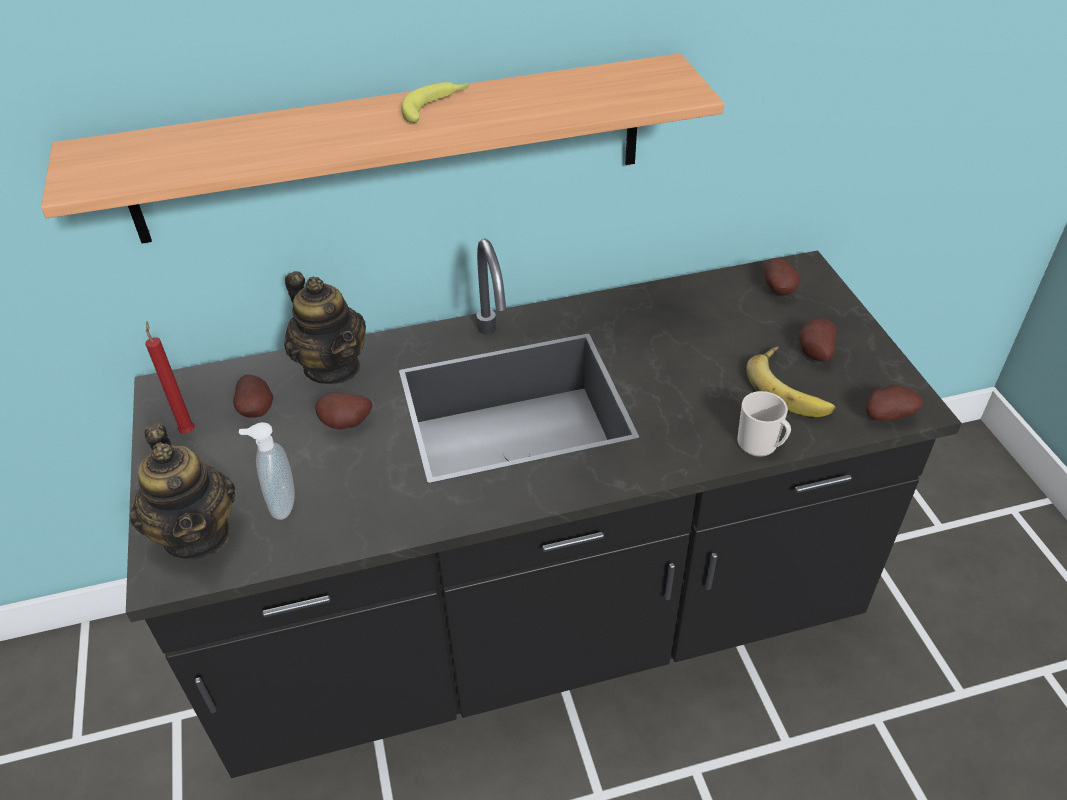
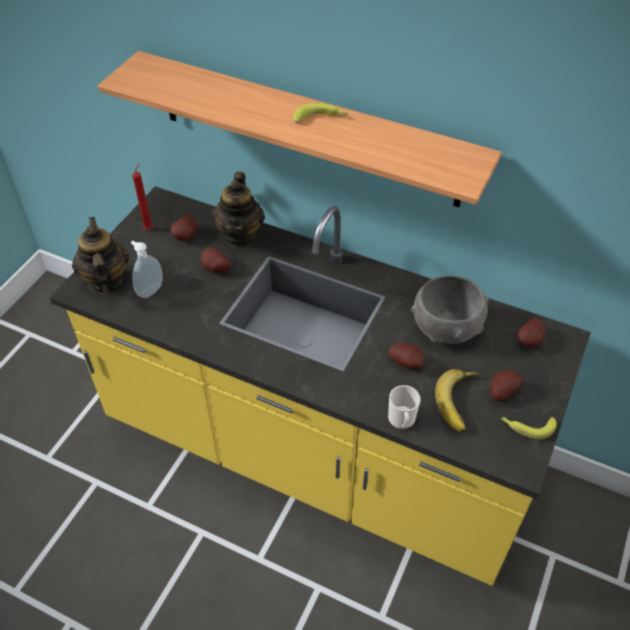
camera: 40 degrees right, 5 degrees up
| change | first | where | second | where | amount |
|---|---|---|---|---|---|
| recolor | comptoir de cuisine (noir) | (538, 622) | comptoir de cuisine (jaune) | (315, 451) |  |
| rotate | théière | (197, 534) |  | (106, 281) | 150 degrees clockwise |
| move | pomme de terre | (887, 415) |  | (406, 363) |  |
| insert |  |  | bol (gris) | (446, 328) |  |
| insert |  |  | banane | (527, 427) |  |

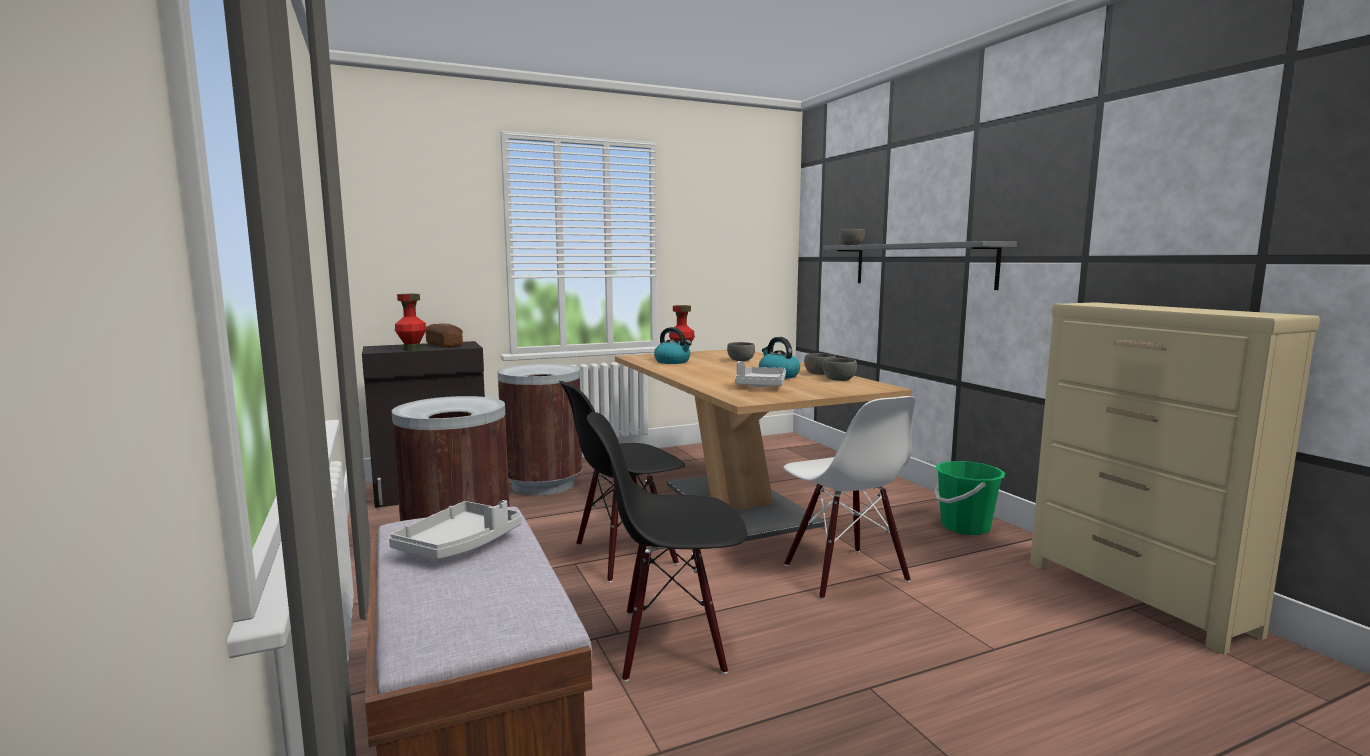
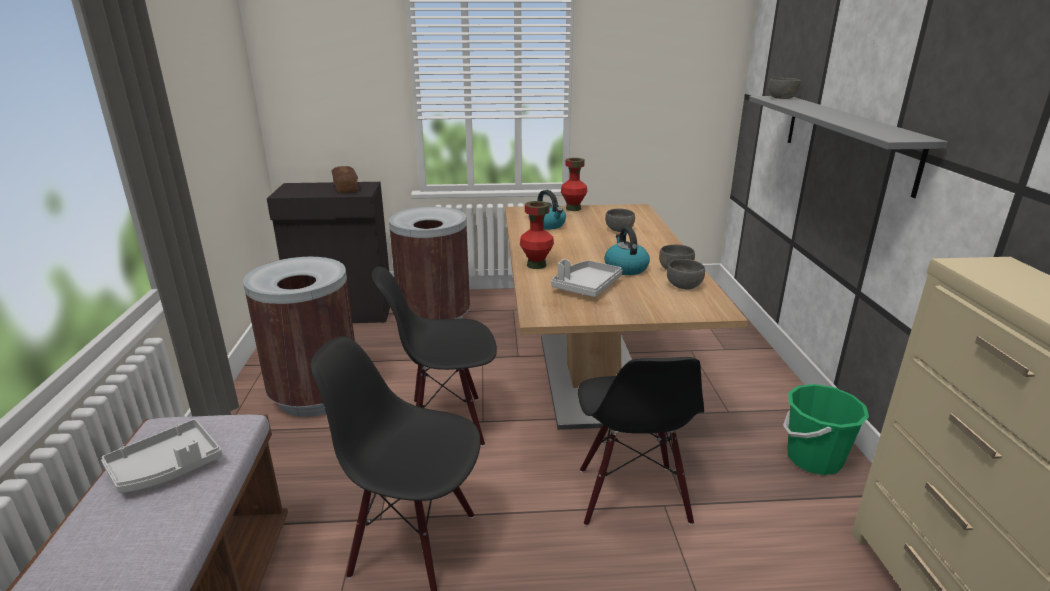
camera: 20 degrees right, 15 degrees up
| change | first | where | second | where | amount |
|---|---|---|---|---|---|
| move | vase (rouge) | (412, 349) |  | (536, 265) |  |
| recolor | chaise (blanc) | (844, 573) | chaise (noir) | (631, 496) |  |

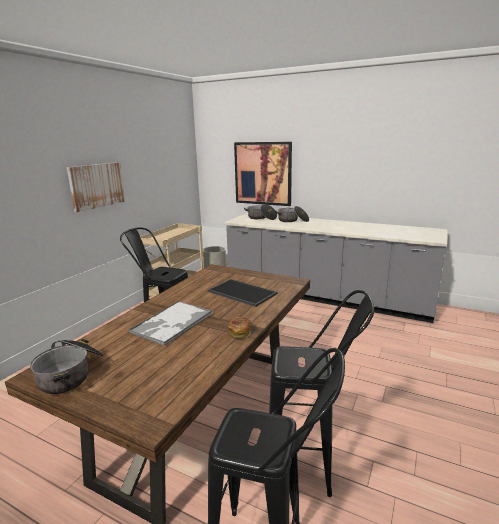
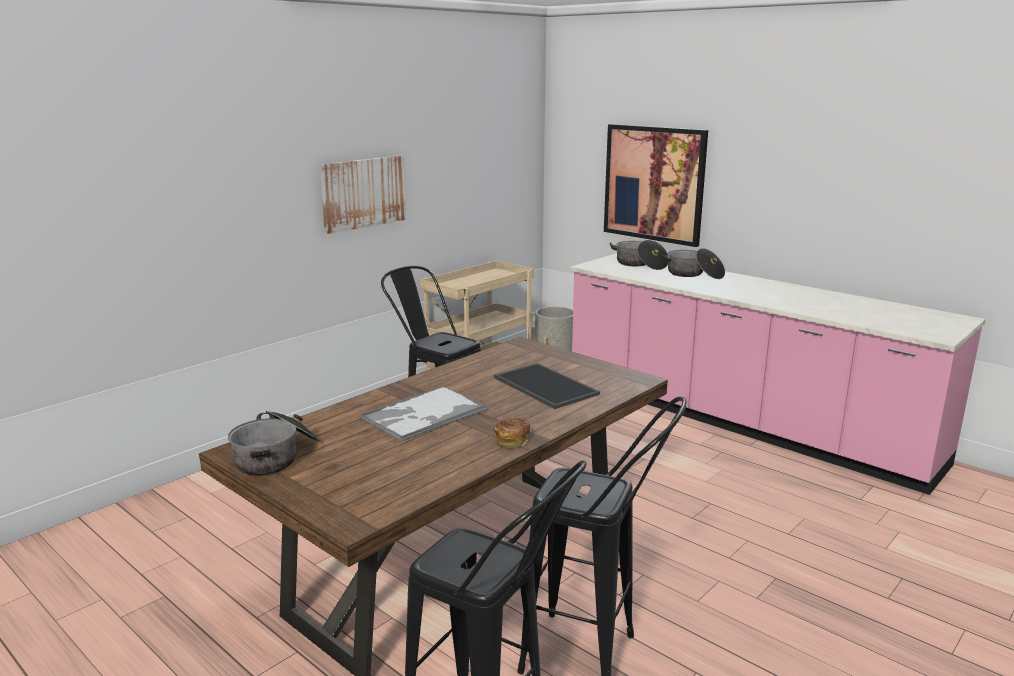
camera: 15 degrees right, 0 degrees up
| change | first | where | second | where | amount |
|---|---|---|---|---|---|
| recolor | comptoir de cuisine (gris) | (325, 297) | comptoir de cuisine (rose) | (740, 422) |  |

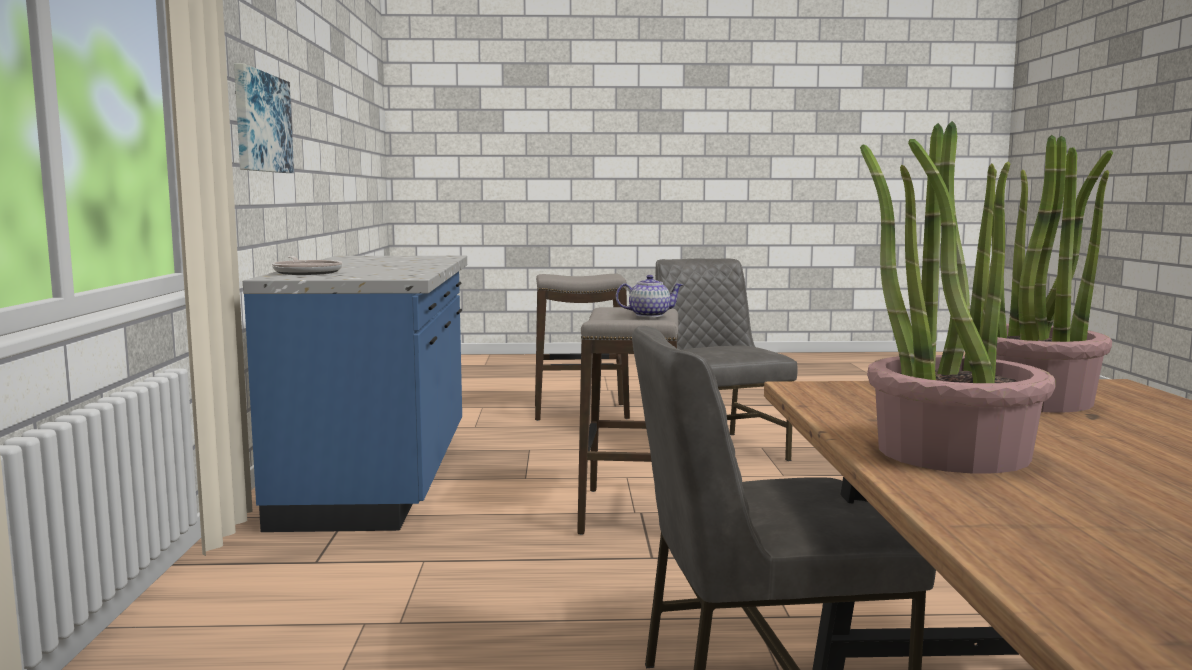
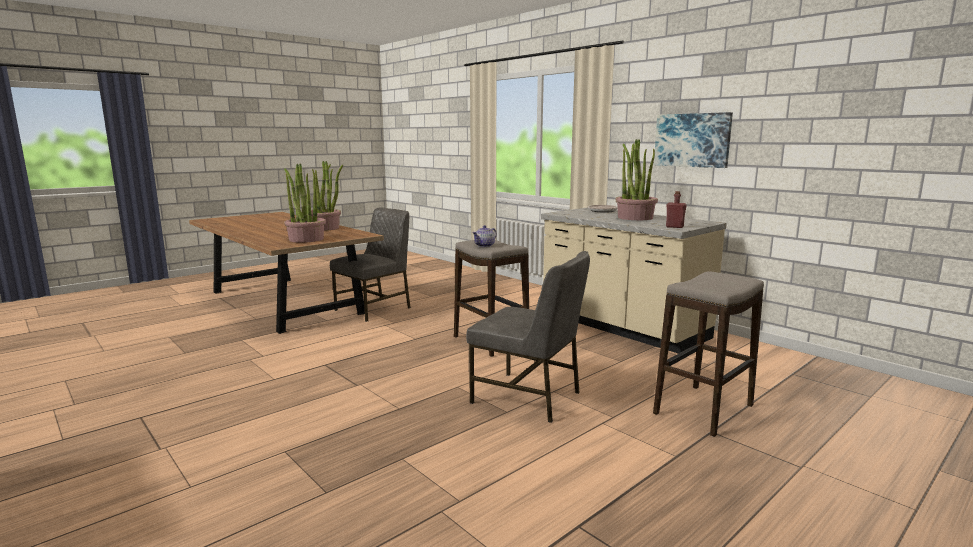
camera: 140 degrees right, 5 degrees up
| change | first | where | second | where | amount |
|---|---|---|---|---|---|
| recolor | comptoir de cuisine (bleu) | (381, 477) | comptoir de cuisine (beige) | (622, 327) |  |
| insert |  |  | plante en pot | (635, 217) |  |
| insert |  |  | bouteille (rouge) | (674, 227) |  |

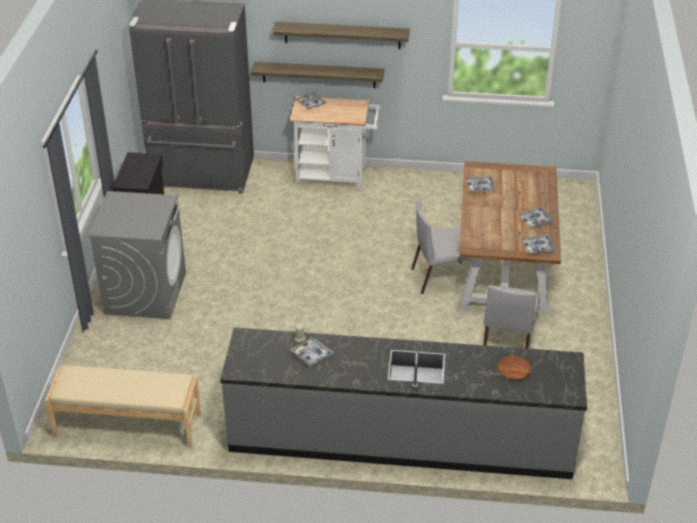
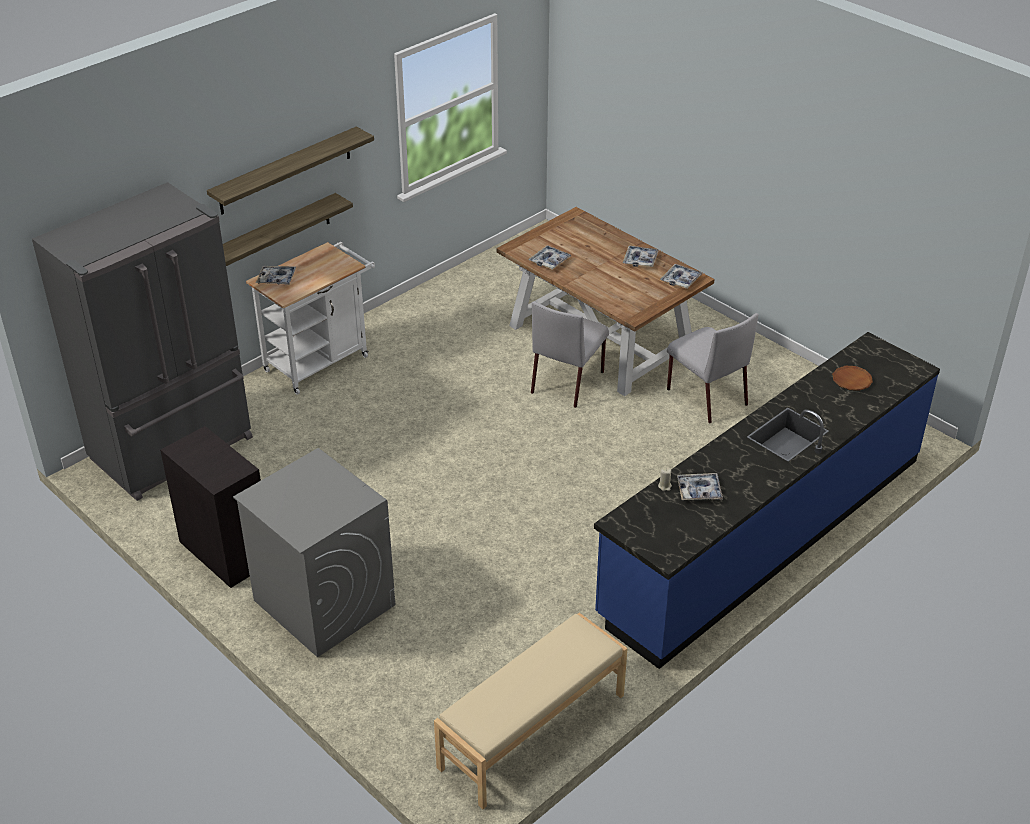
camera: 50 degrees left, 0 degrees up
| change | first | where | second | where | amount |
|---|---|---|---|---|---|
| recolor | comptoir de cuisine (gris) | (401, 438) | comptoir de cuisine (bleu) | (763, 535) |  |

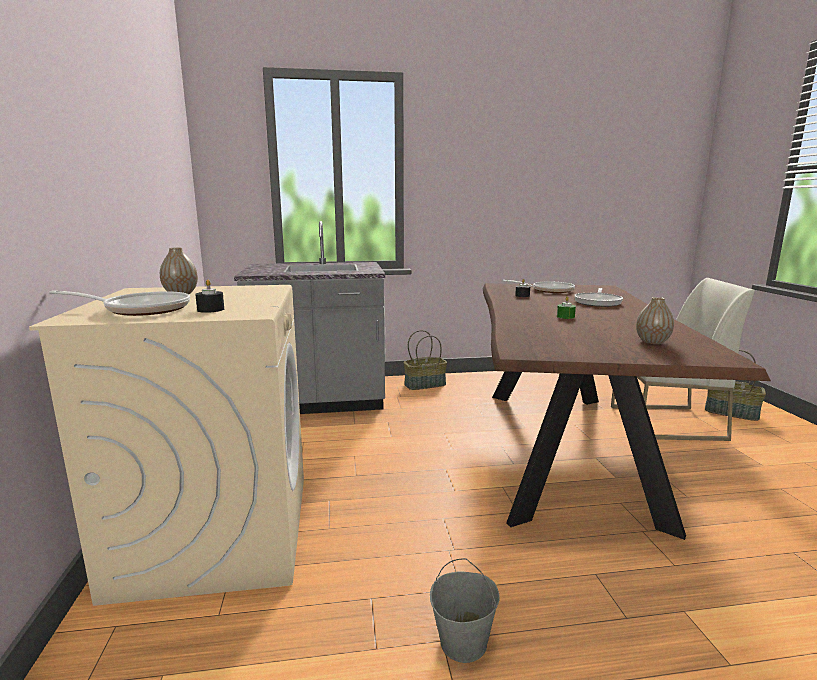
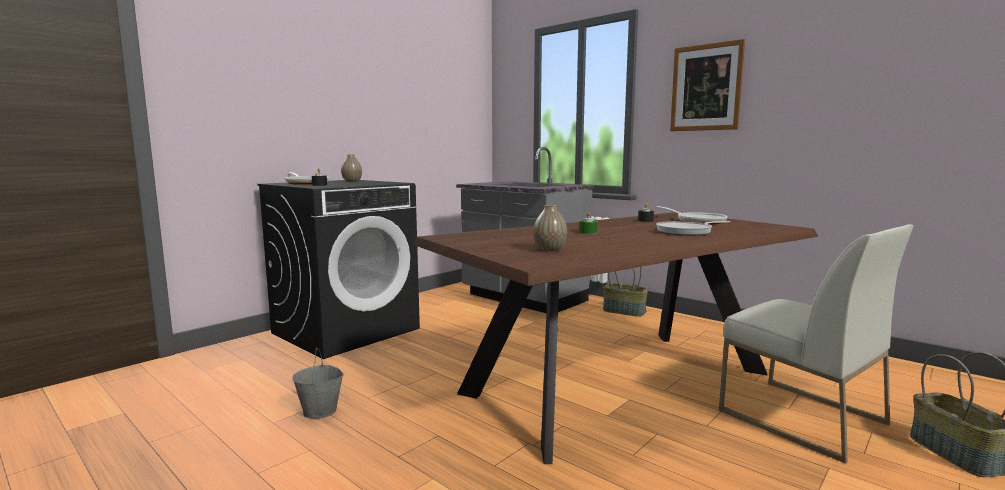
camera: 50 degrees right, 5 degrees down
| change | first | where | second | where | amount |
|---|---|---|---|---|---|
| recolor | lave-linge (beige) | (216, 531) | lave-linge (noir) | (346, 330) |  |
| insert |  |  | tableau | (706, 87) |  |

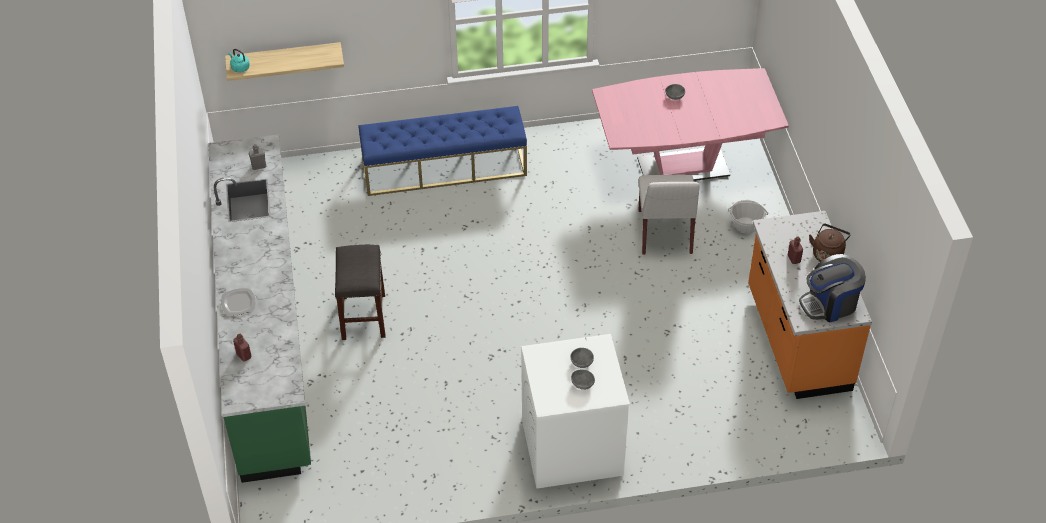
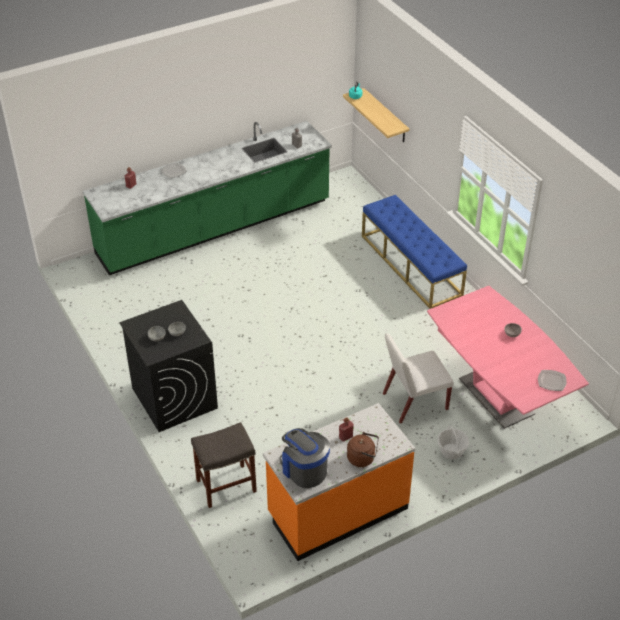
camera: 70 degrees right, 5 degrees down
| change | first | where | second | where | amount |
|---|---|---|---|---|---|
| recolor | lave-linge (blanc) | (571, 448) | lave-linge (noir) | (174, 398) |  |
| move | tabouret (gris) | (363, 316) |  | (226, 485) |  |
| insert |  |  | assiette | (552, 381) |  |

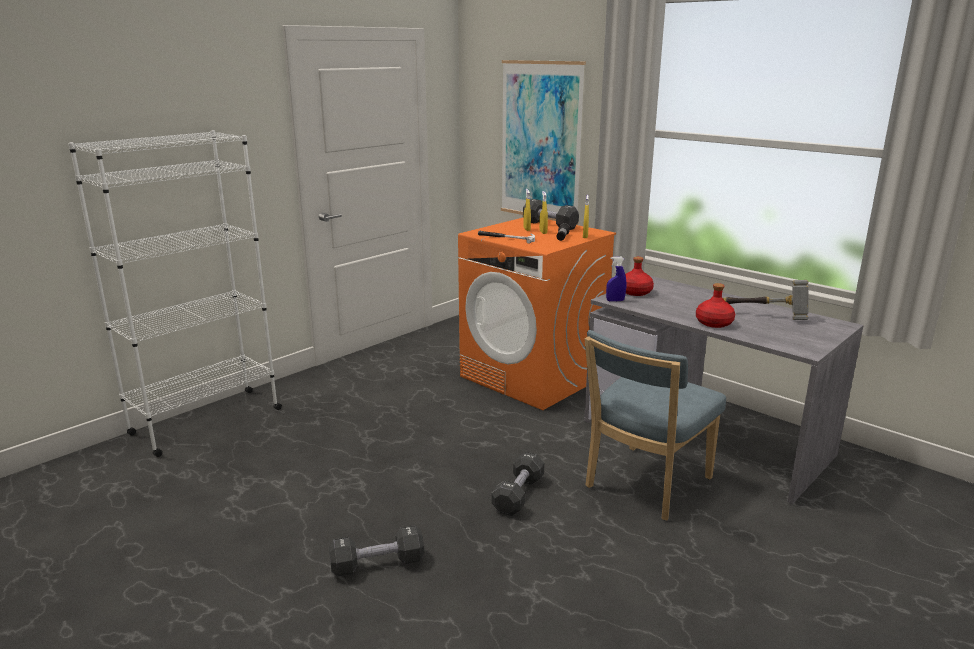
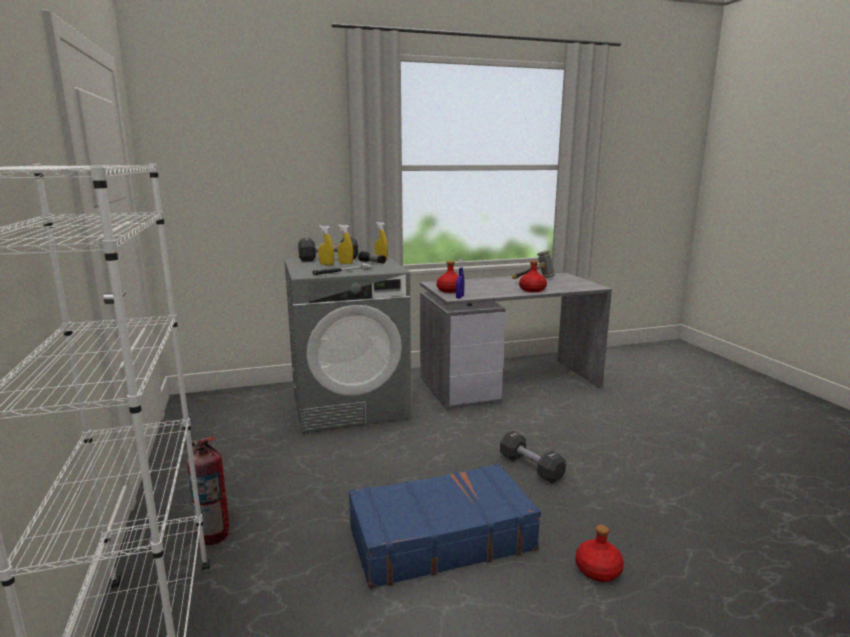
camera: 60 degrees left, 5 degrees down
| change | first | where | second | where | amount |
|---|---|---|---|---|---|
| insert |  |  | extincteur | (213, 534) |  |
| recolor | lave-linge (orange) | (533, 376) | lave-linge (gris) | (350, 404) |  |
| insert |  |  | valise (bleu) | (440, 538) |  |
| replace | haltère (noir) | (377, 564) | bouteille (rouge) | (597, 570) |  |
| delete | tableau | (541, 141) |  |  |  |
| delete | chaise (bleu) | (644, 485) |  |  |  |

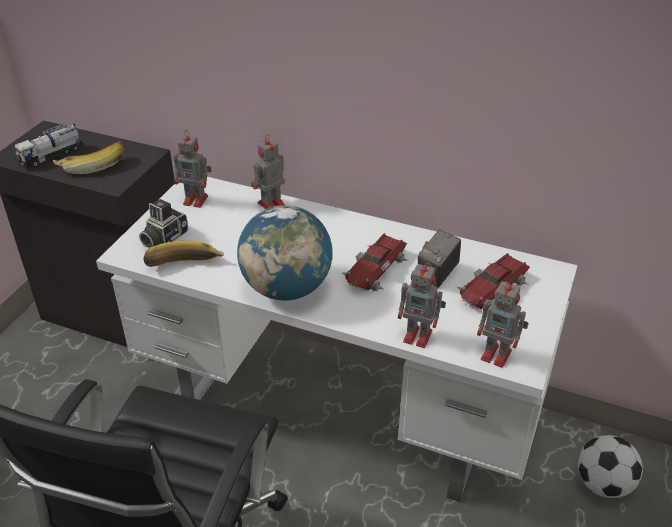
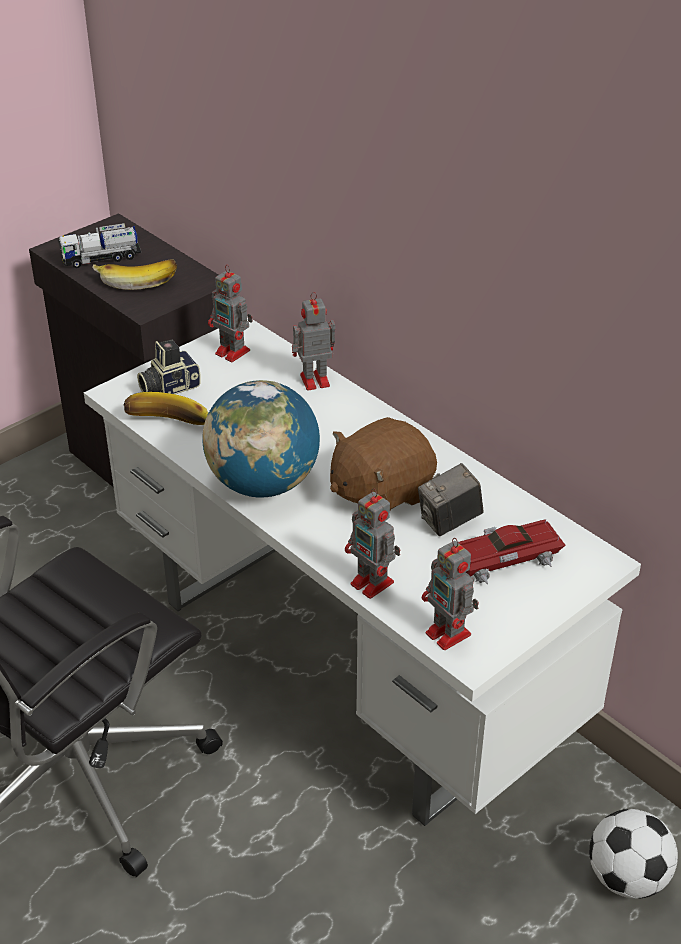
camera: 25 degrees right, 0 degrees up
| change | first | where | second | where | amount |
|---|---|---|---|---|---|
| replace | petite voiture | (375, 270) | peluche (marron) | (380, 493) |  |

